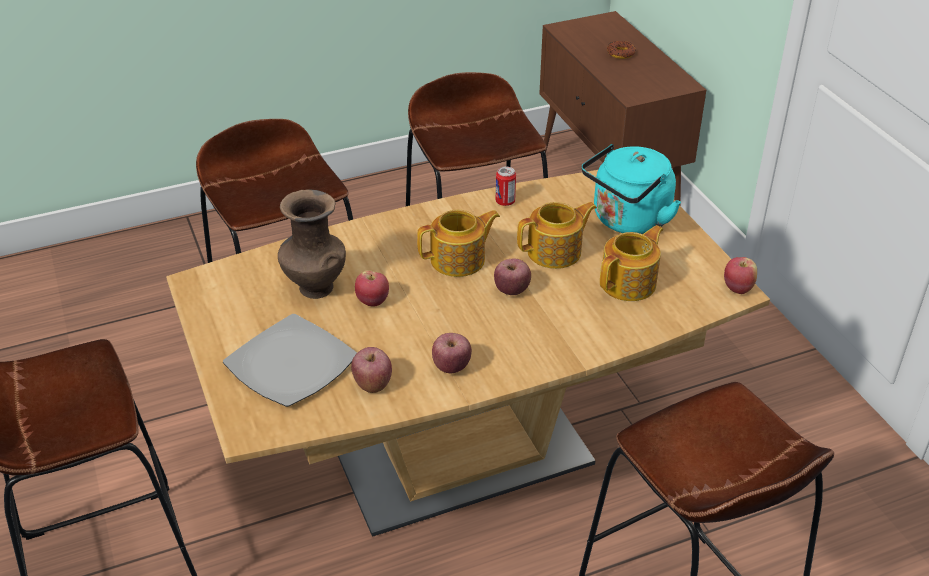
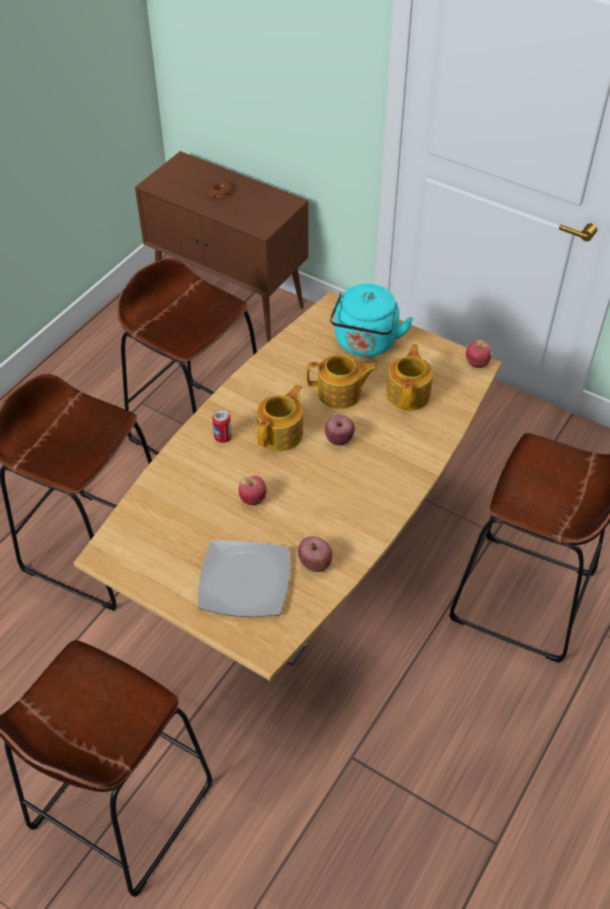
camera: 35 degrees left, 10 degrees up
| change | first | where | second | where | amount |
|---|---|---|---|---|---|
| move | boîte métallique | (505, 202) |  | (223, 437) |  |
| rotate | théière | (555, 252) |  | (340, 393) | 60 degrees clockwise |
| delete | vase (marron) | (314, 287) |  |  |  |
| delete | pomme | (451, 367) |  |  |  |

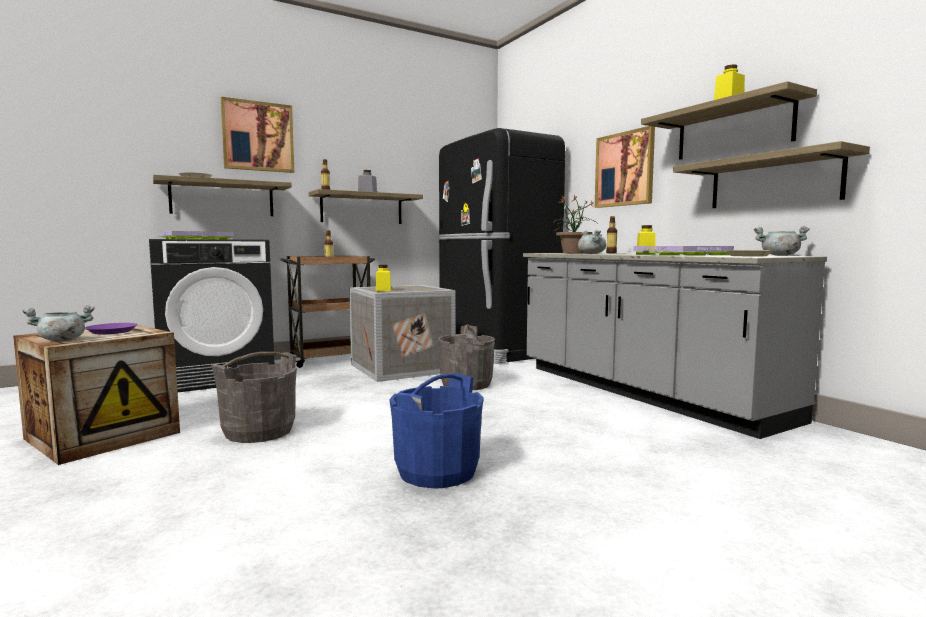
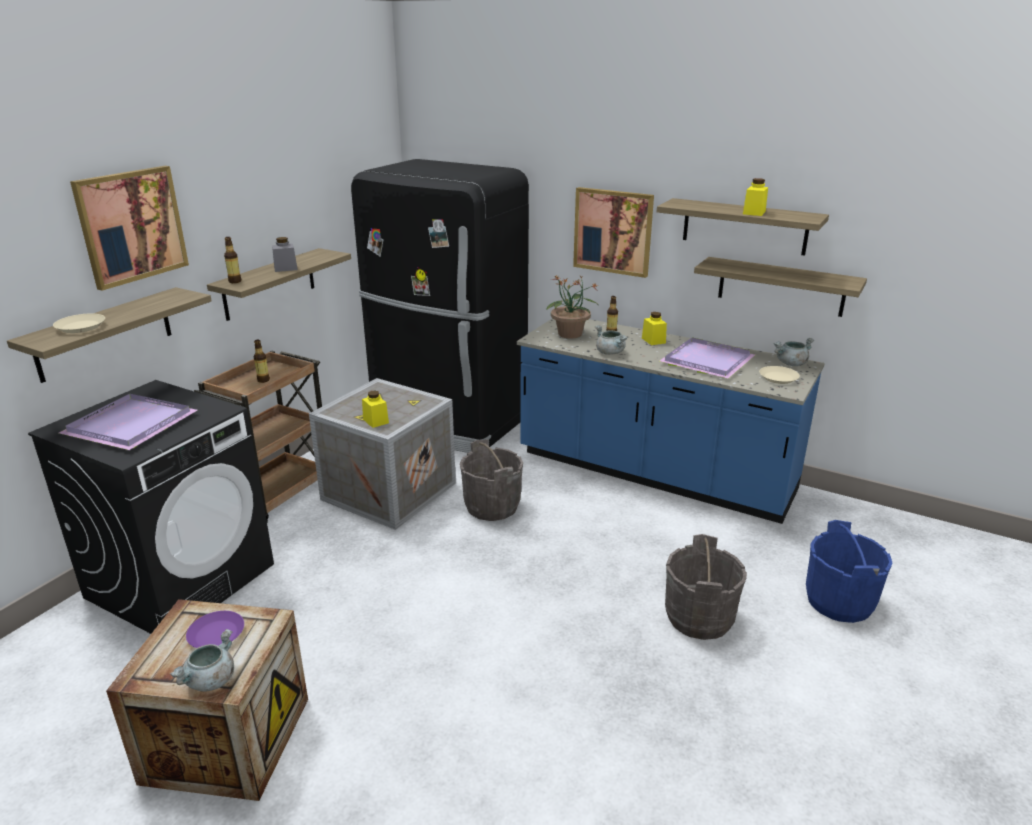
camera: 30 degrees left, 20 degrees up
| change | first | where | second | where | amount |
|---|---|---|---|---|---|
| recolor | comptoir de cuisine (gris) | (642, 392) | comptoir de cuisine (bleu) | (654, 473) |  |
| move | seau (gris) | (259, 431) |  | (699, 617) |  |
| move | seau (bleu) | (437, 471) |  | (839, 602) |  |

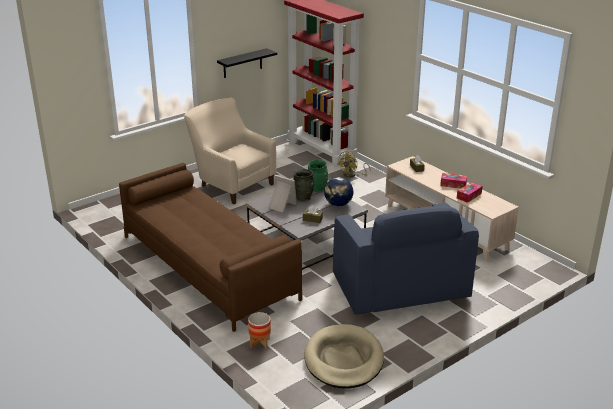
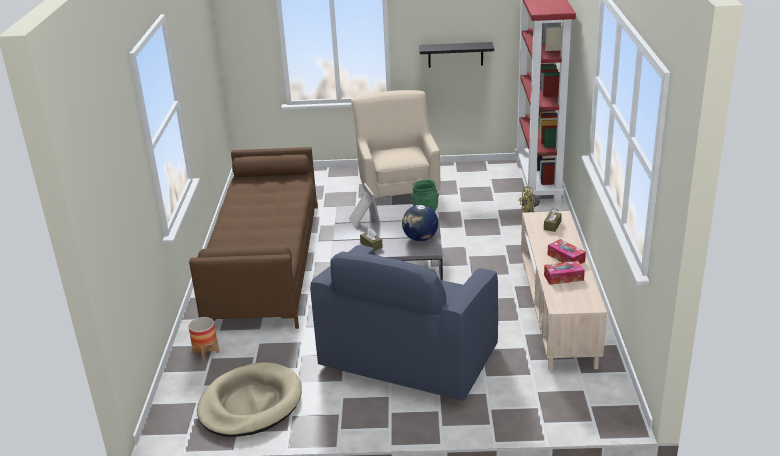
camera: 40 degrees right, 0 degrees up
| change | first | where | second | where | amount |
|---|---|---|---|---|---|
| delete | vase (gris) | (303, 197) |  |  |  |

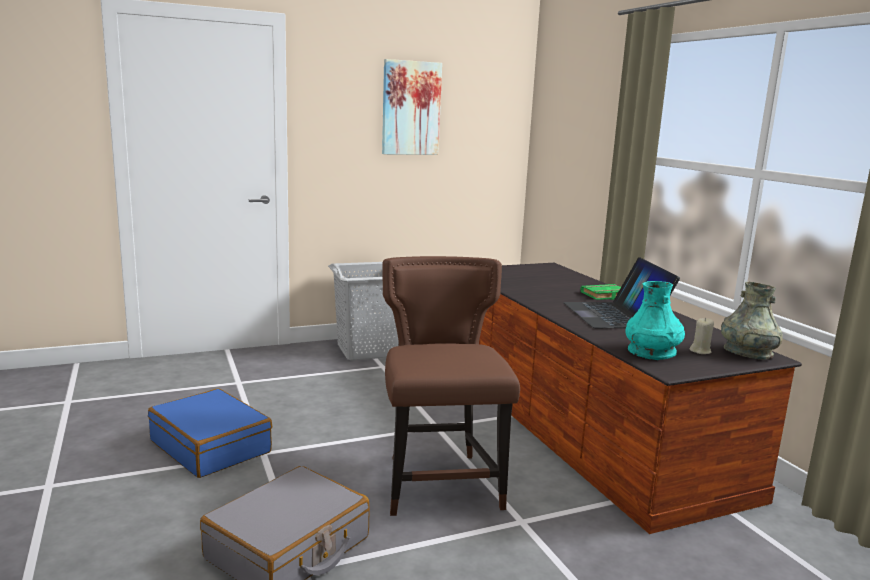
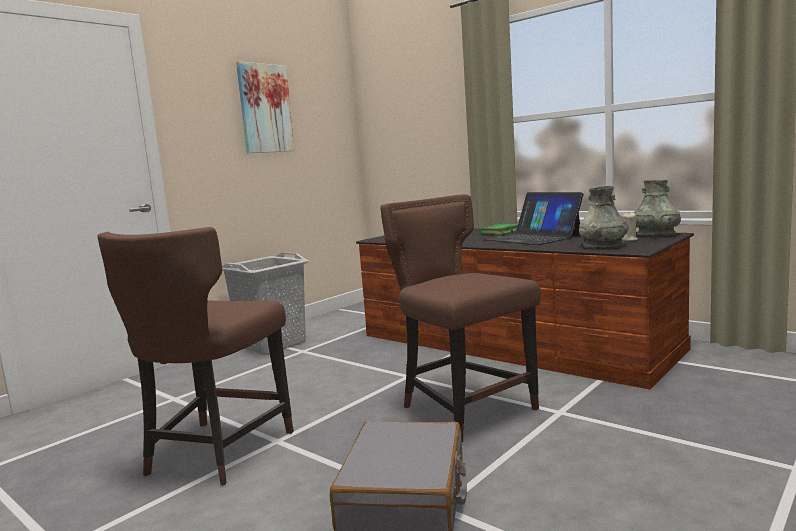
camera: 25 degrees left, 5 degrees down
| change | first | where | second | where | amount |
|---|---|---|---|---|---|
| replace | valise (bleu) | (211, 446) | chaise (marron) | (215, 453) |  |
| recolor | vase (turquoise) | (651, 352) | vase (gris) | (603, 246) |  |

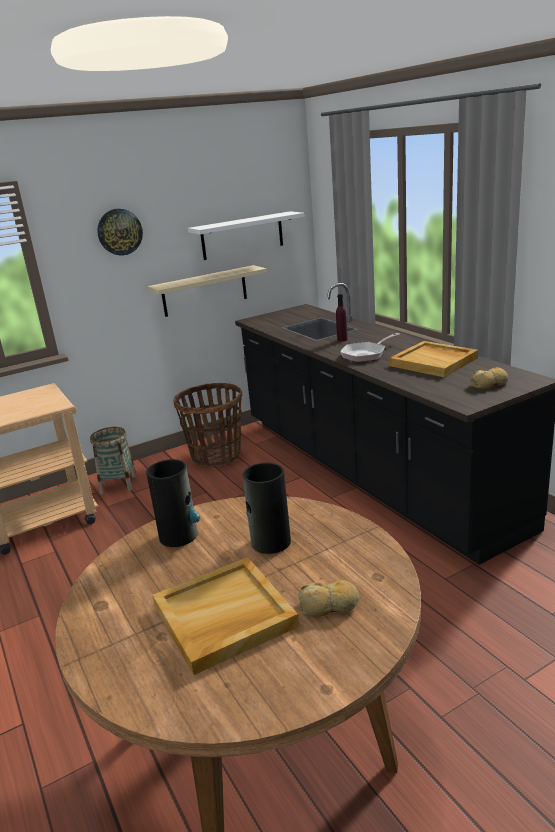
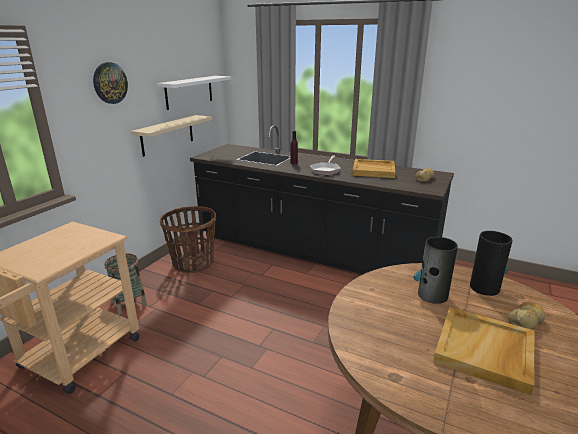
camera: 35 degrees left, 0 degrees up
| change | first | where | second | where | amount |
|---|---|---|---|---|---|
| move | vase | (179, 535) |  | (484, 287) |  |

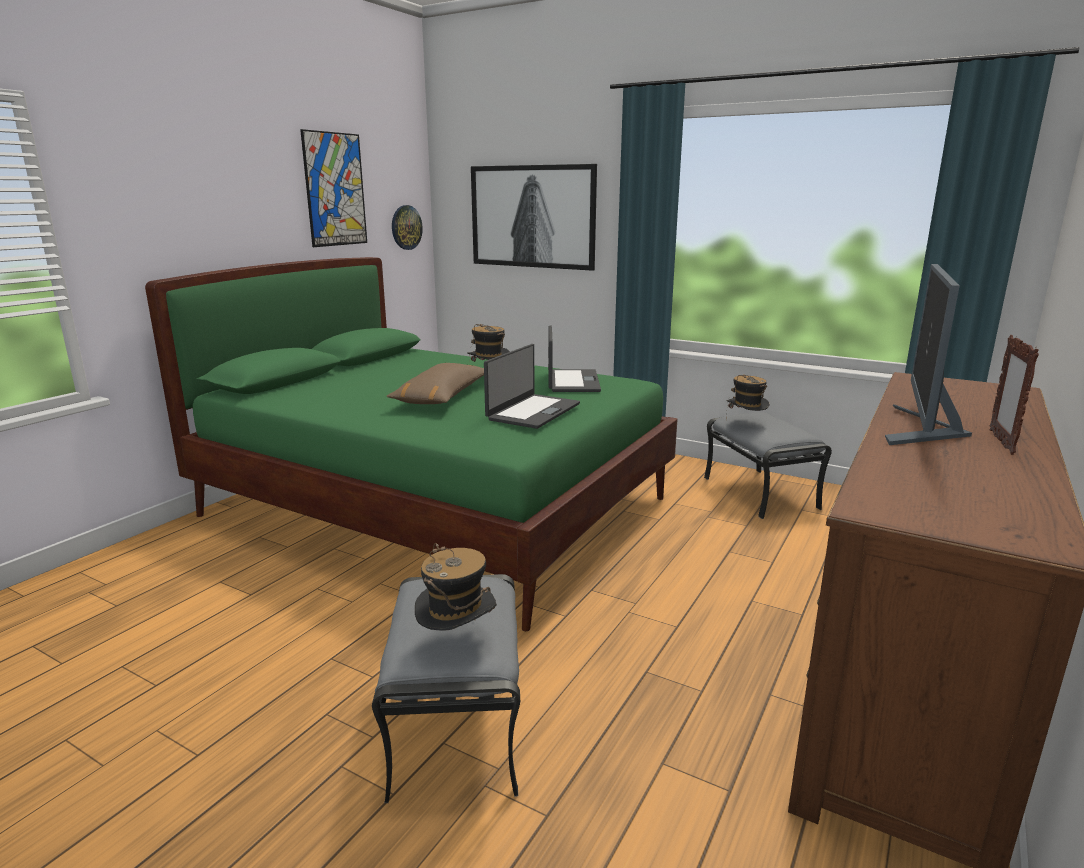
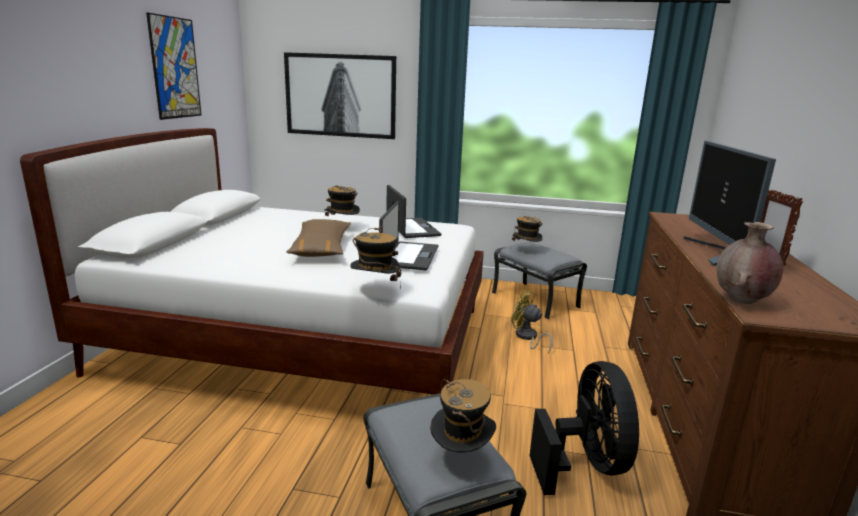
camera: 20 degrees left, 0 degrees up
| change | first | where | second | where | amount |
|---|---|---|---|---|---|
| recolor | lit (vert) | (437, 506) | lit (blanc) | (304, 338) |  |
| insert |  |  | chapeau | (375, 290) |  |
| insert |  |  | ventilateur (jaune) | (527, 337) |  |
| insert |  |  | ventilateur (noir) | (585, 464) |  |
| insert |  |  | vase (marron) | (741, 301) |  |
| delete | horloge murale | (406, 227) |  |  |  |

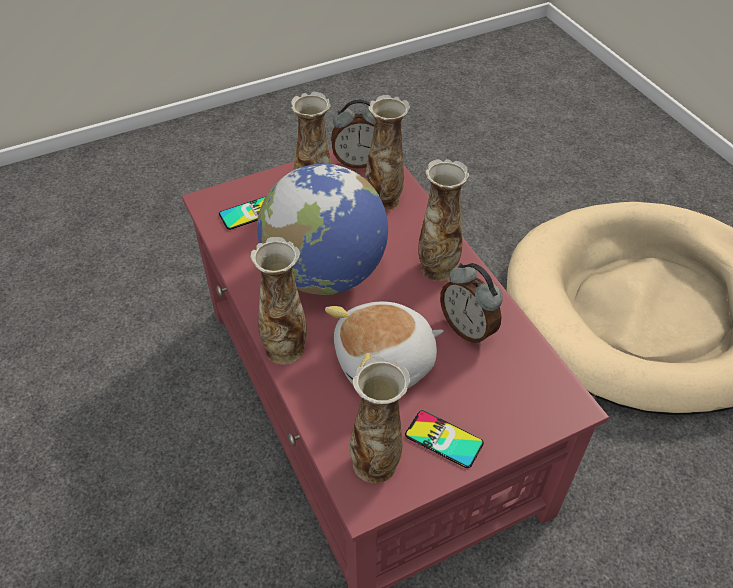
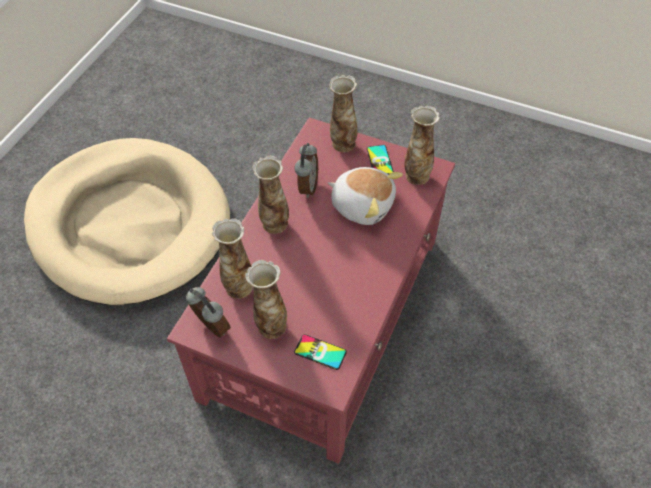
camera: 130 degrees left, 5 degrees up
| change | first | where | second | where | amount |
|---|---|---|---|---|---|
| move | vase | (285, 347) |  | (342, 144) |  |
| delete | globe | (325, 273) |  |  |  |

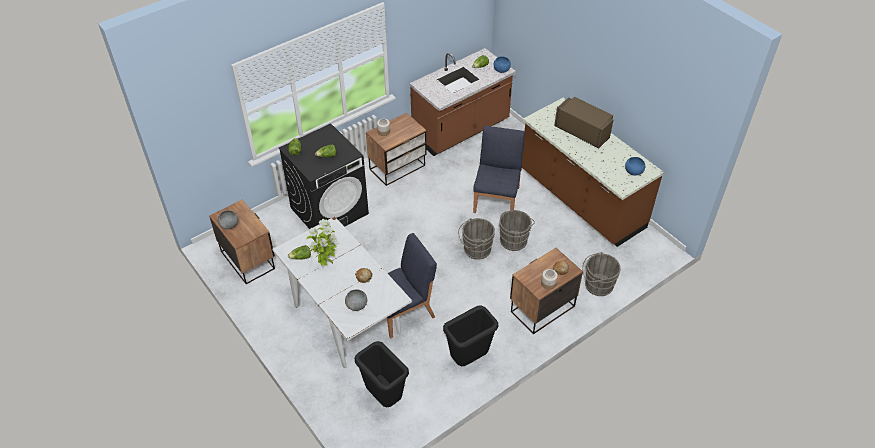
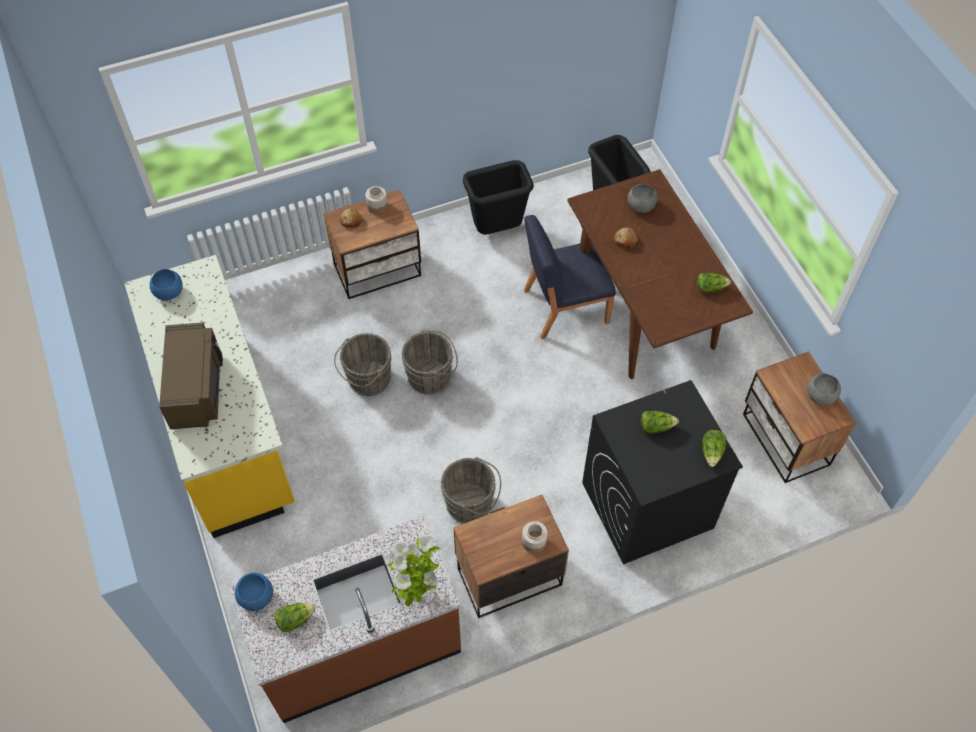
camera: 165 degrees left, 10 degrees up
| change | first | where | second | where | amount |
|---|---|---|---|---|---|
| recolor | comptoir de cuisine (marron) | (581, 200) | comptoir de cuisine (jaune) | (227, 428) |  |
| rotate | micro-ondes (marron) | (582, 132) |  | (197, 388) | 150 degrees counterclockwise |
| move | plante en pot | (326, 263) |  | (416, 593) |  |
| move | seau (gris) | (597, 285) |  | (472, 504) |  |
| recolor | table à manger (blanc) | (346, 318) | table à manger (marron) | (644, 314) |  |
| delete | chaise (bleu) | (497, 199) |  |  |  |

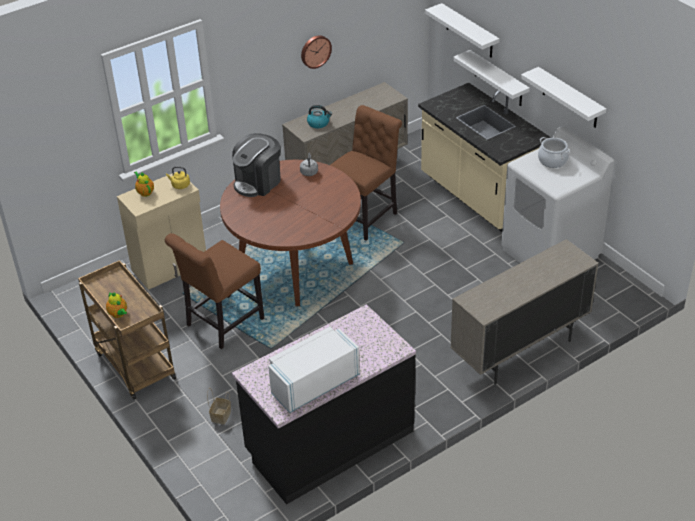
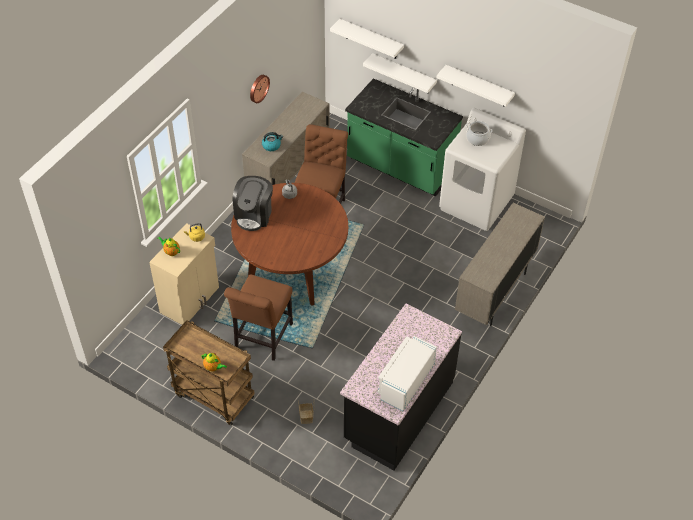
camera: 25 degrees left, 10 degrees up
| change | first | where | second | where | amount |
|---|---|---|---|---|---|
| recolor | comptoir de cuisine (beige) | (479, 197) | comptoir de cuisine (vert) | (400, 167) |  |

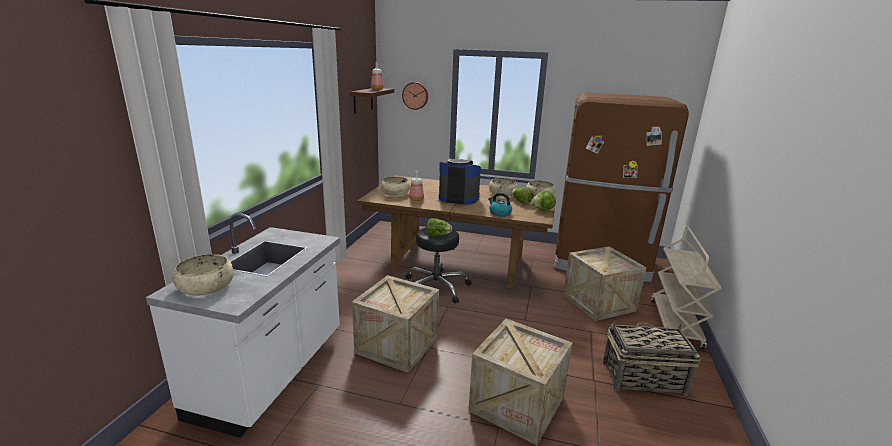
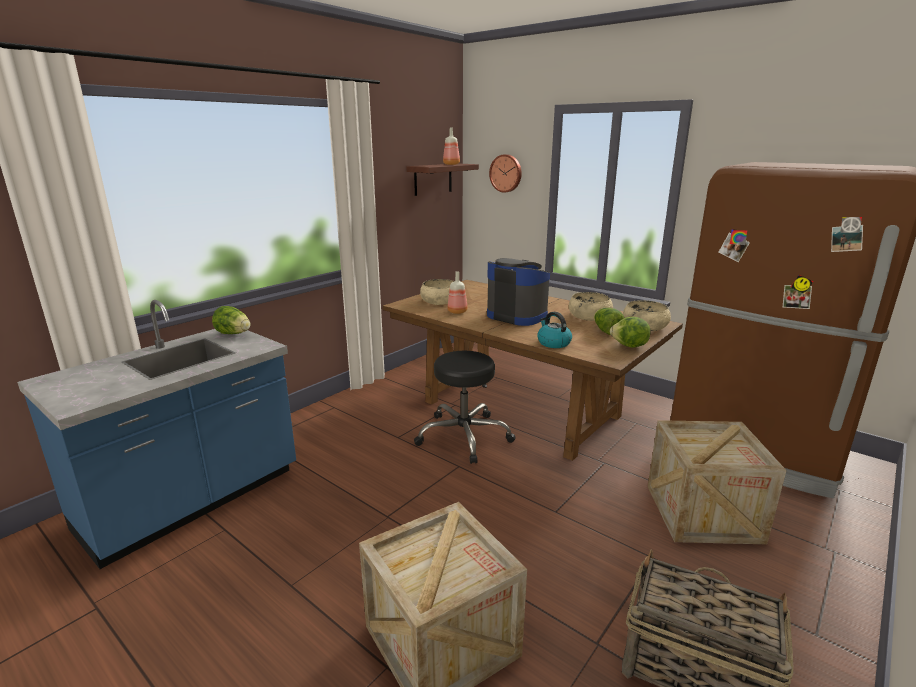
camera: 25 degrees right, 0 degrees up
| change | first | where | second | where | amount |
|---|---|---|---|---|---|
| recolor | comptoir de cuisine (blanc) | (272, 373) | comptoir de cuisine (bleu) | (193, 501) |  |
| move | laitue | (438, 235) |  | (234, 334) |  |
| delete | bol (beige) | (206, 287) |  |  |  |
| delete | caisse | (397, 345) |  |  |  |
| delete | chariot (beige) | (675, 324) |  |  |  |

